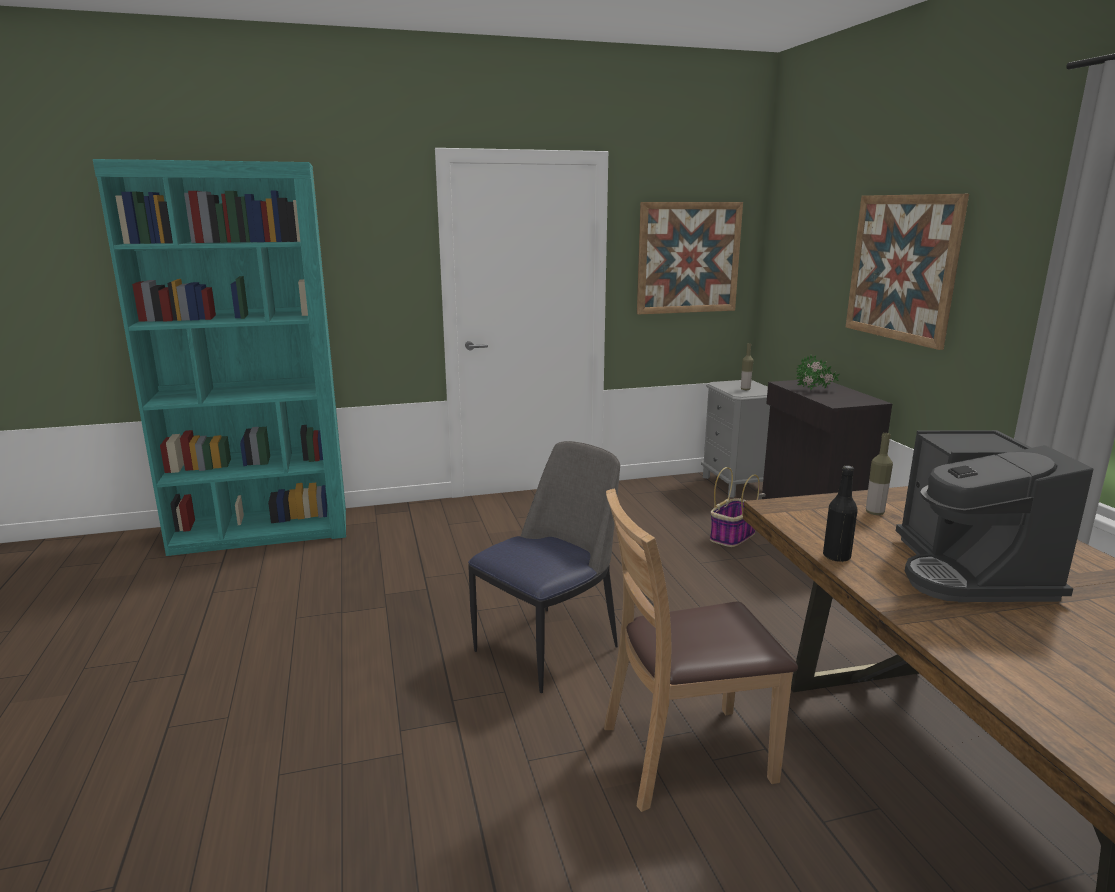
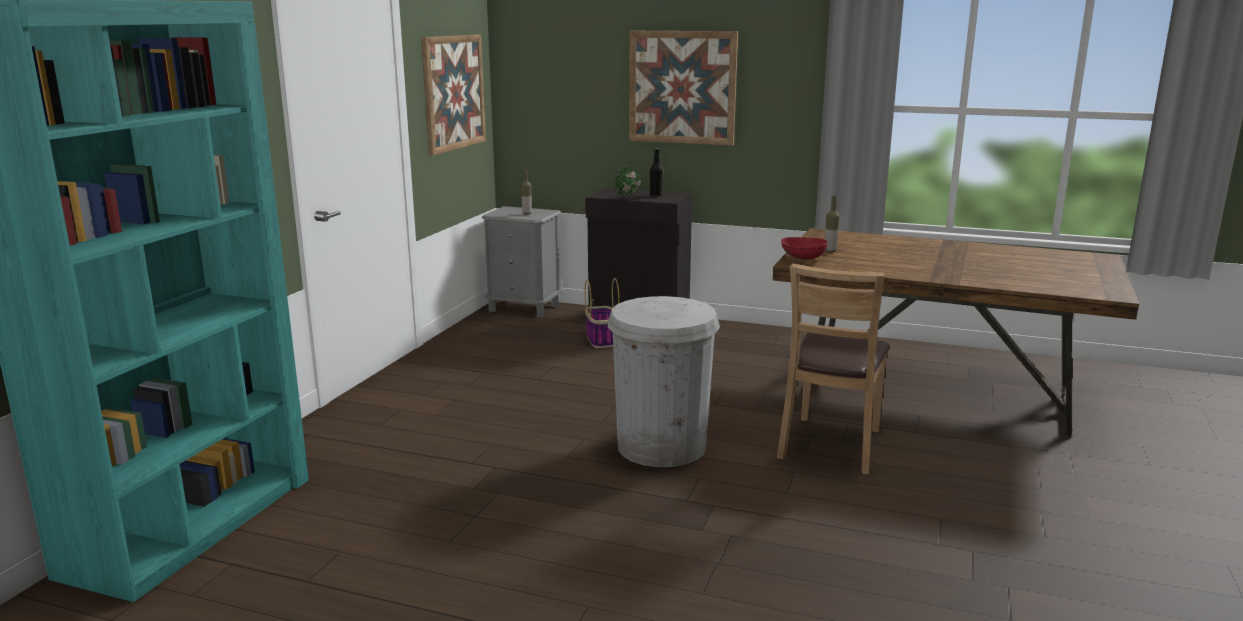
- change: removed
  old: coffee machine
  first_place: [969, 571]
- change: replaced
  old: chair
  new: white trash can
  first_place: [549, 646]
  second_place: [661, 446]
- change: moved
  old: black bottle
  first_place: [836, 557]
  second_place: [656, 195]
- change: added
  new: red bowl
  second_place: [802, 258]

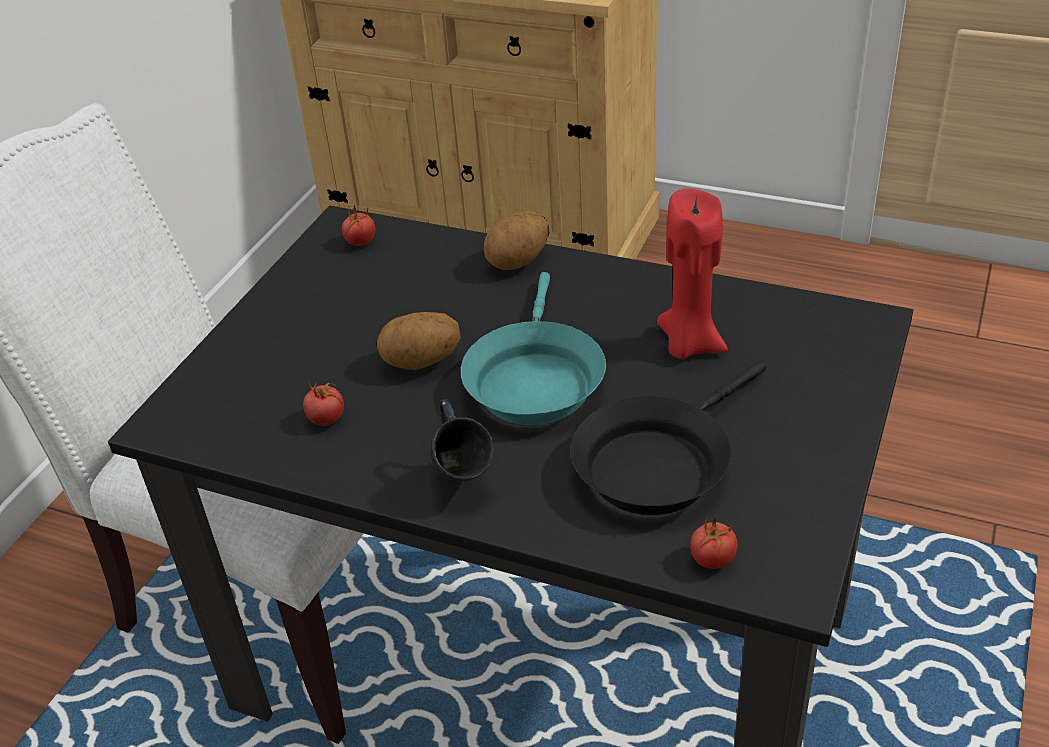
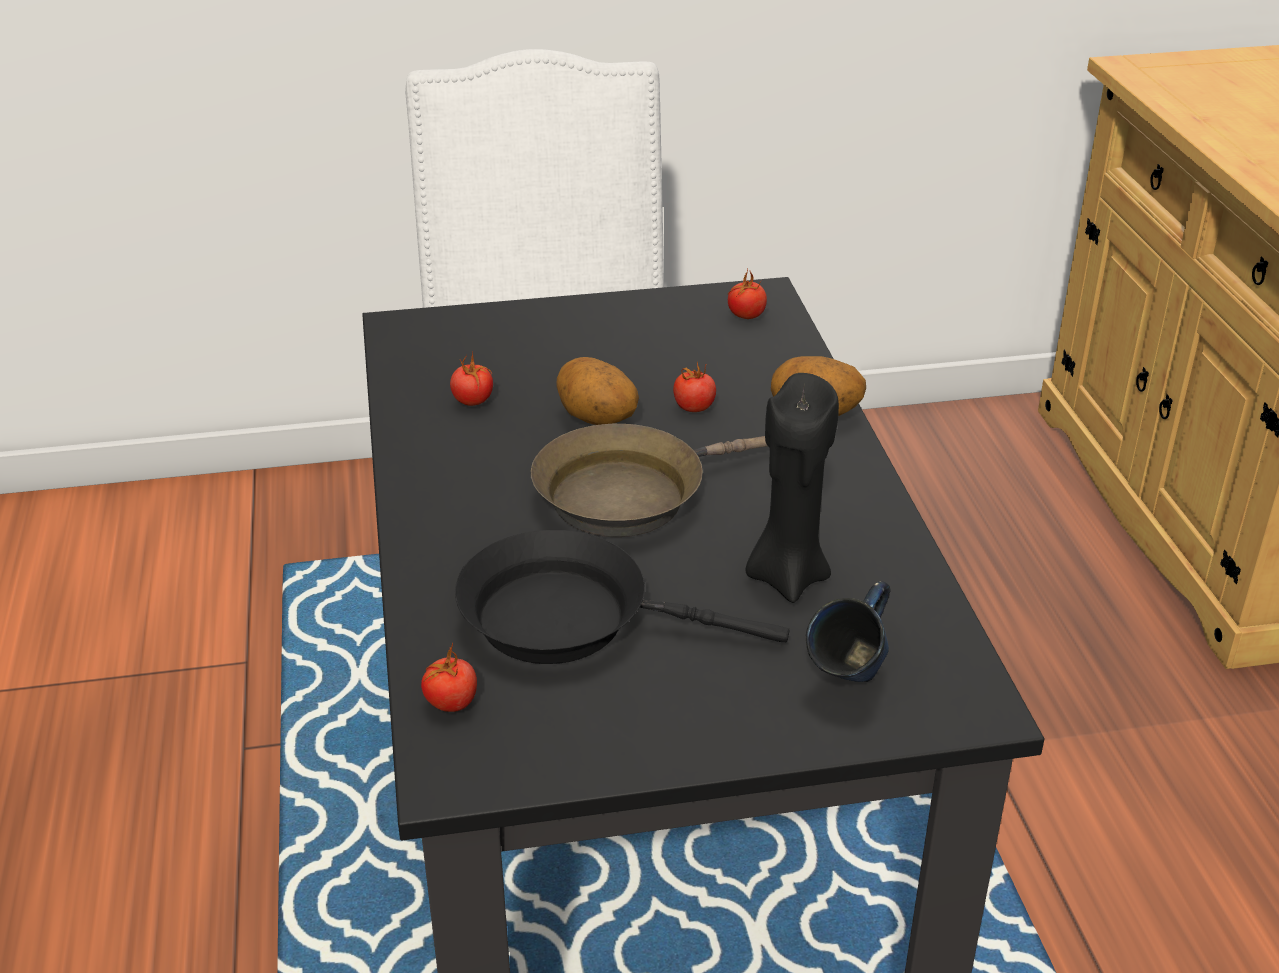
- change: recoloured
  old: red candle
  new: black candle
  first_place: [688, 344]
  second_place: [787, 576]
- change: recoloured
  old: turquoise frying pan
  new: brown frying pan
  first_place: [534, 379]
  second_place: [632, 494]
- change: moved
  old: blue mug
  first_place: [462, 482]
  second_place: [850, 684]
- change: added
  new: tomato
  second_place: [694, 408]

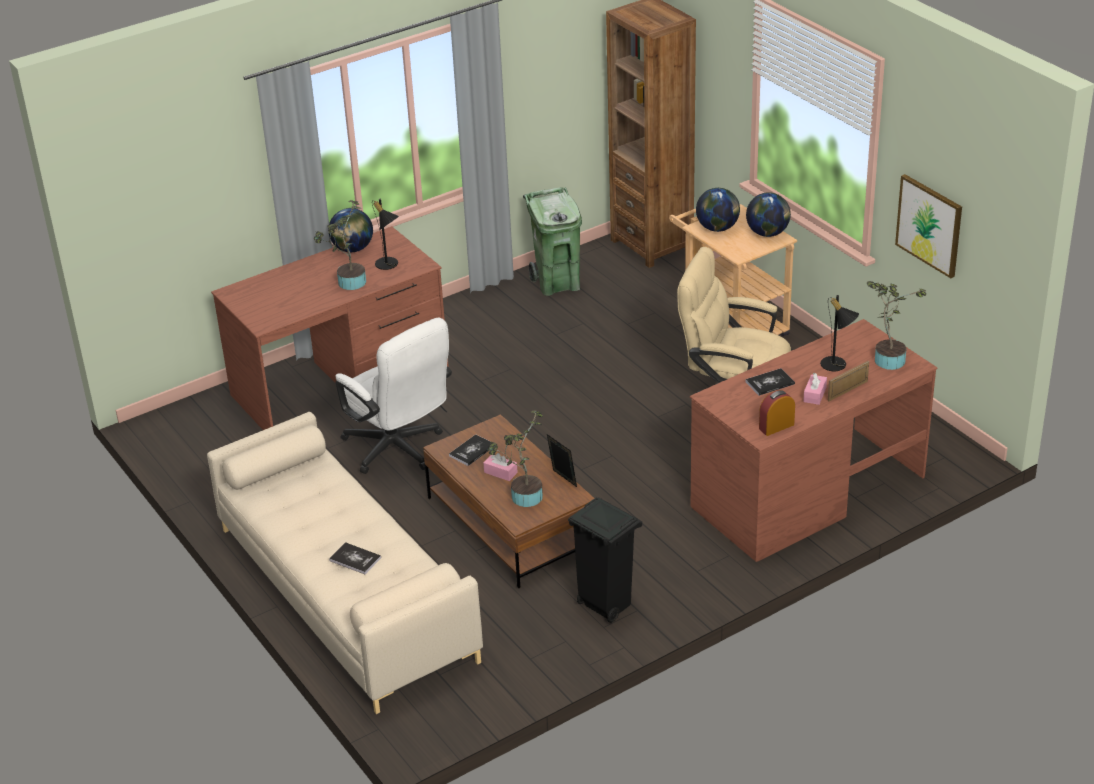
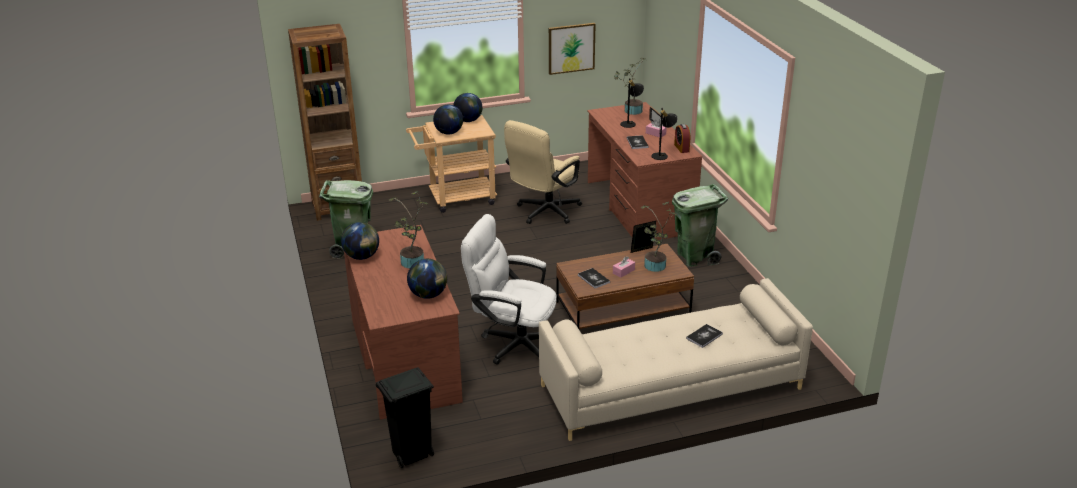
- change: moved
  old: black table lamp
  first_place: [389, 265]
  second_place: [662, 155]
- change: turned
  old: white office chair
  first_place: [399, 451]
  second_place: [513, 343]
  degrees: -135
- change: moved
  old: black trash can
  first_place: [605, 605]
  second_place: [411, 455]
- change: added
  new: green trash can
  second_place: [695, 257]
- change: added
  new: globe
  second_place: [428, 295]

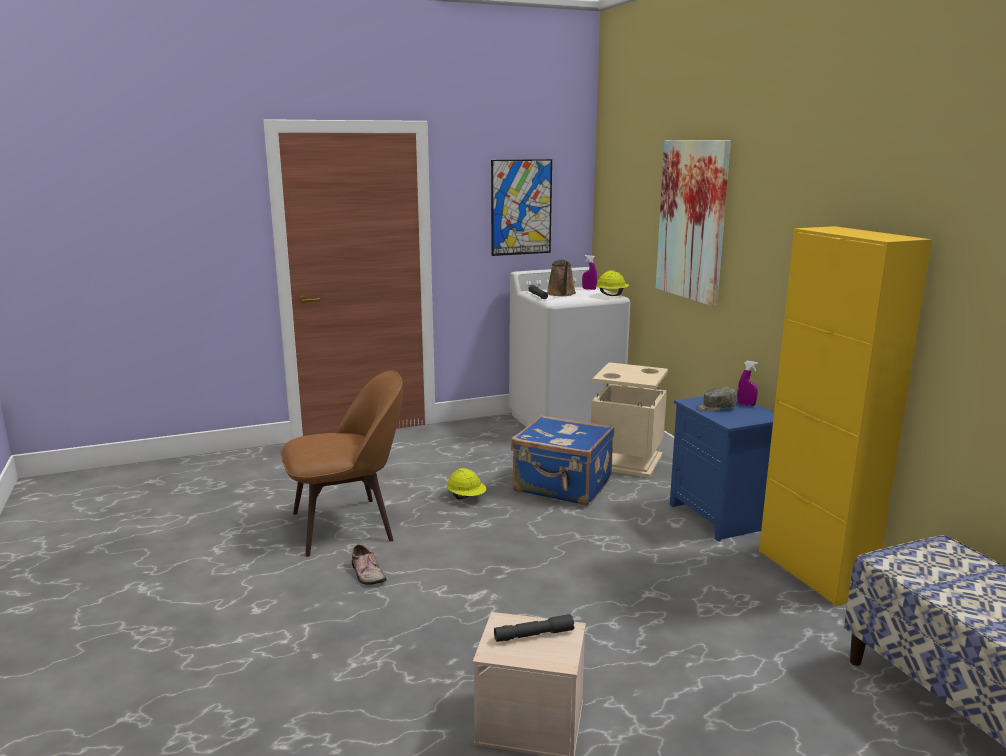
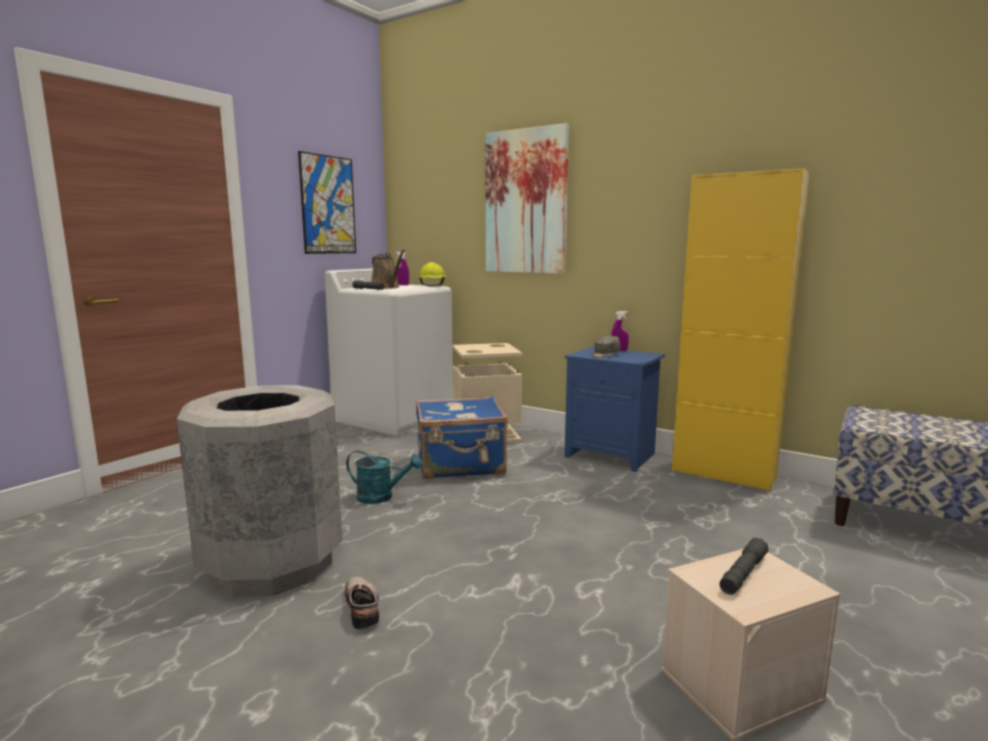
- change: replaced
  old: brown chair
  new: grey trash can
  first_place: [347, 525]
  second_place: [273, 563]
- change: replaced
  old: yellow hard hat
  new: turquoise watering can
  first_place: [466, 497]
  second_place: [381, 497]
- change: turned
  old: shoe
  first_place: [366, 574]
  second_place: [364, 607]
  degrees: -135

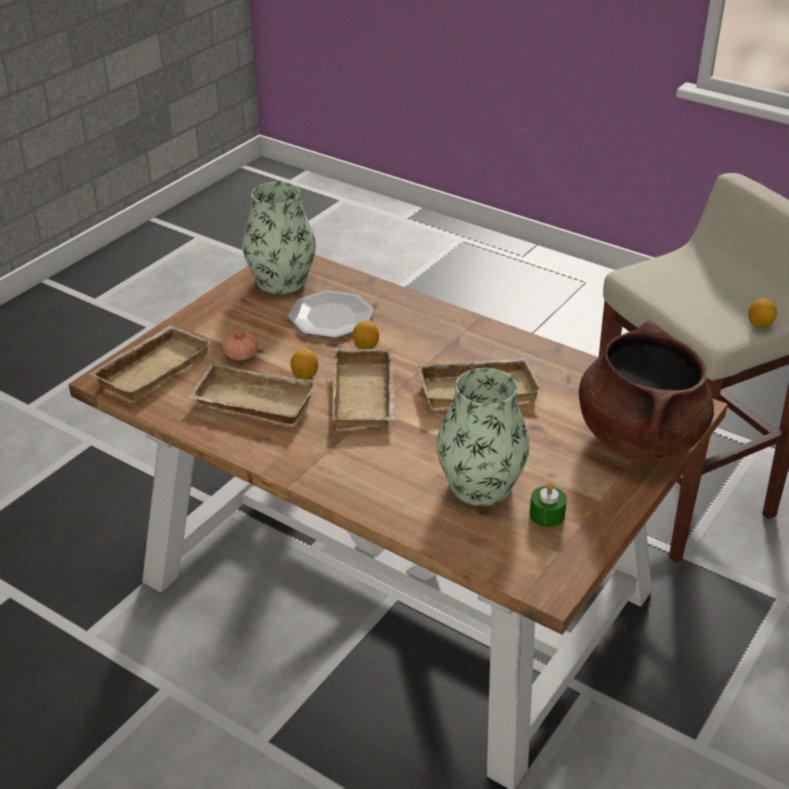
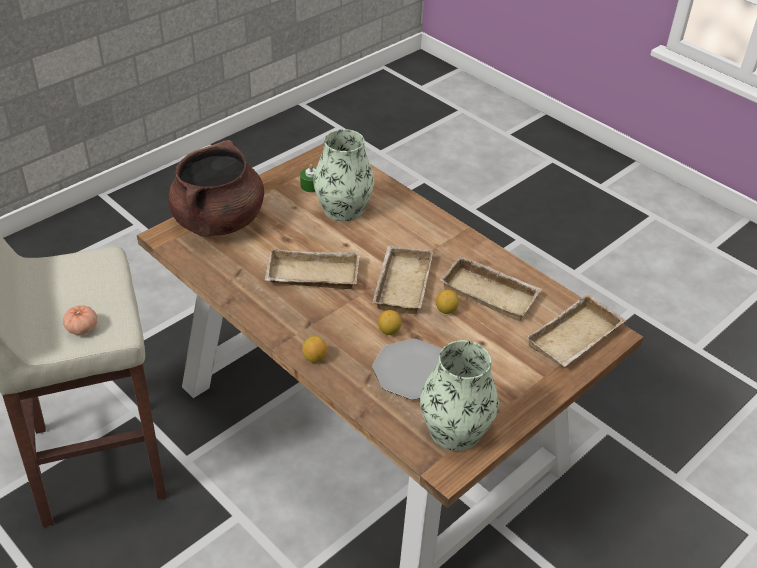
- change: moved
  old: lemon
  first_place: [760, 324]
  second_place: [314, 358]
- change: moved
  old: tomato
  first_place: [241, 355]
  second_place: [82, 328]

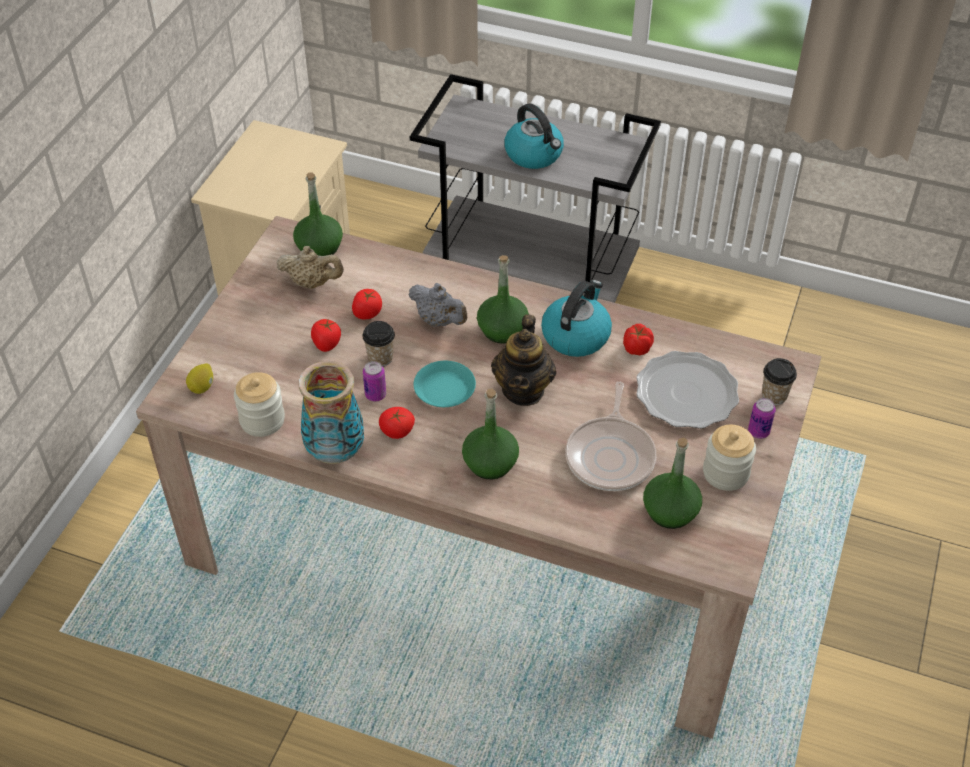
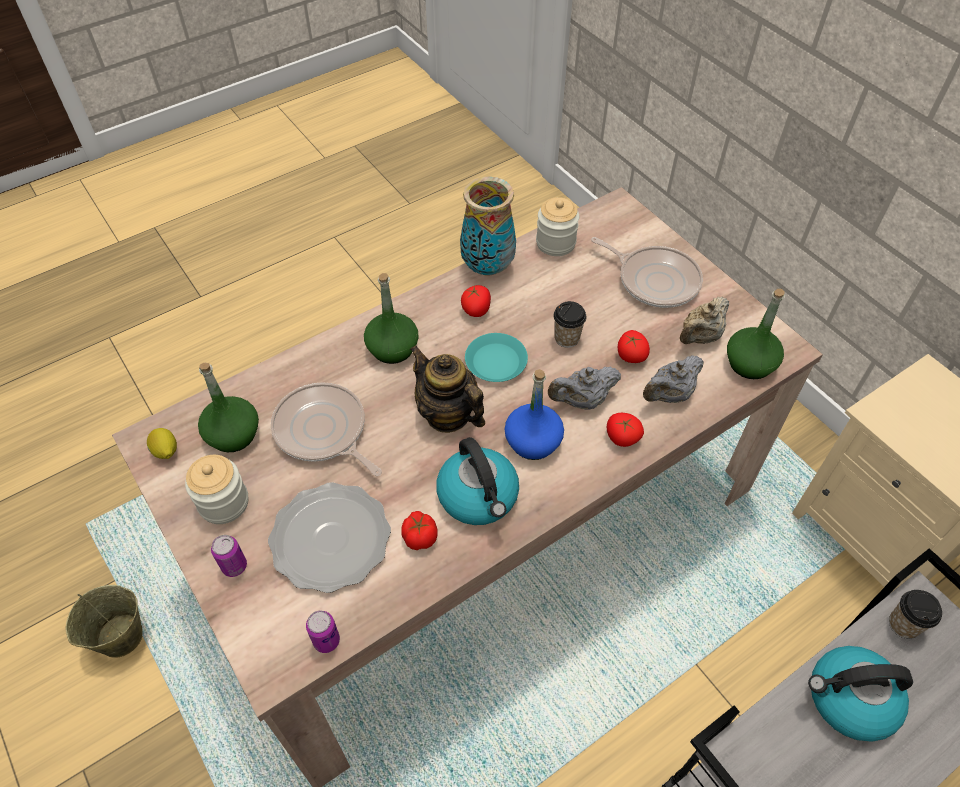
- change: recoloured
  old: green bottle
  new: blue bottle
  first_place: [502, 330]
  second_place: [533, 442]
- change: moved
  old: tomato
  first_place: [326, 344]
  second_place: [621, 438]
- change: moved
  old: cup
  first_place: [774, 396]
  second_place: [903, 624]
- change: moved
  old: can
  first_place: [375, 395]
  second_place: [326, 640]
- change: moved
  old: lemon
  first_place: [202, 387]
  second_place: [166, 451]
- change: added
  new: frying pan
  second_place: [655, 280]
- change: added
  new: grey teapot
  second_place: [669, 395]
- change: added
  new: beige bucket
  second_place: [119, 636]

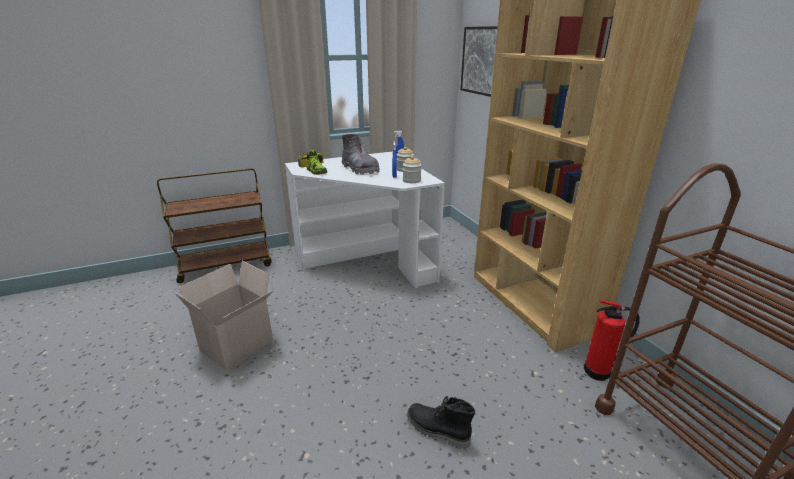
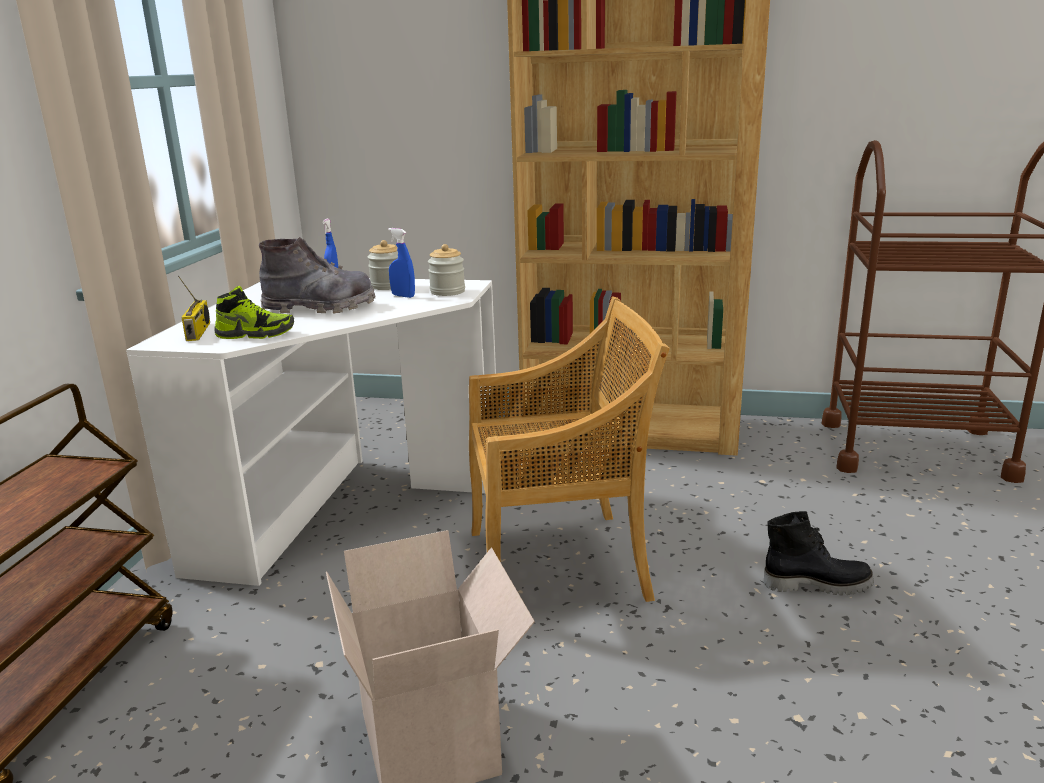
- change: removed
  old: picture
  first_place: [482, 61]
- change: removed
  old: fire extinguisher
  first_place: [599, 371]
- change: turned
  old: black boot
  first_place: [437, 431]
  second_place: [816, 584]
  degrees: -150
- change: added
  new: beige chair
  second_place: [560, 563]

